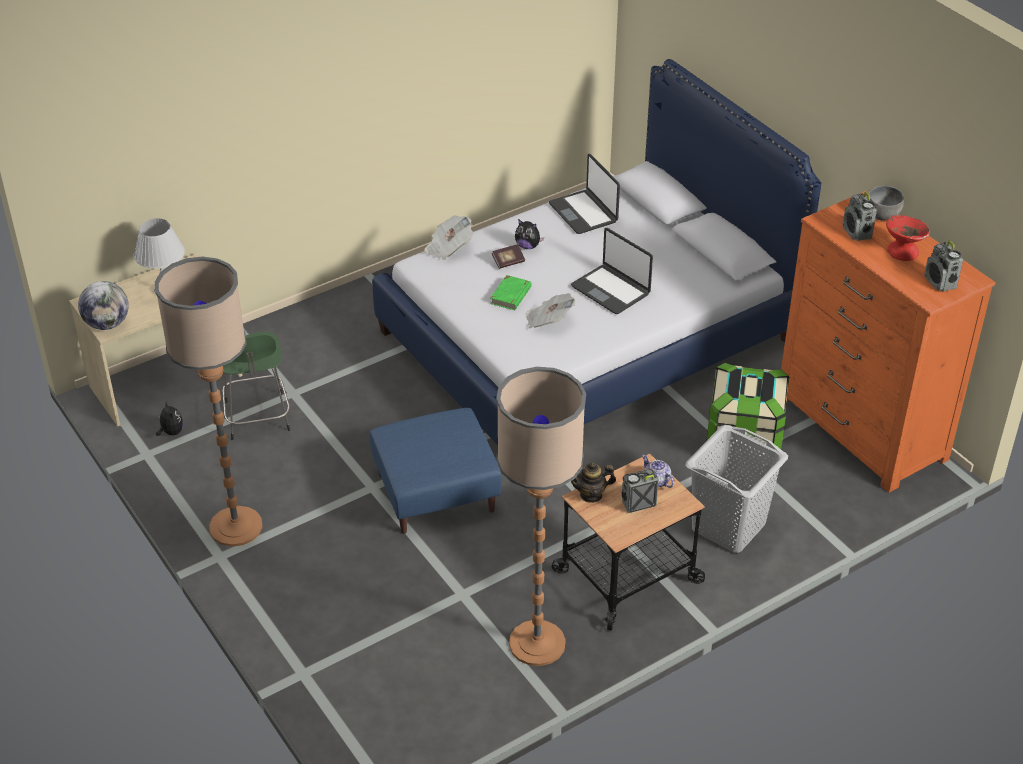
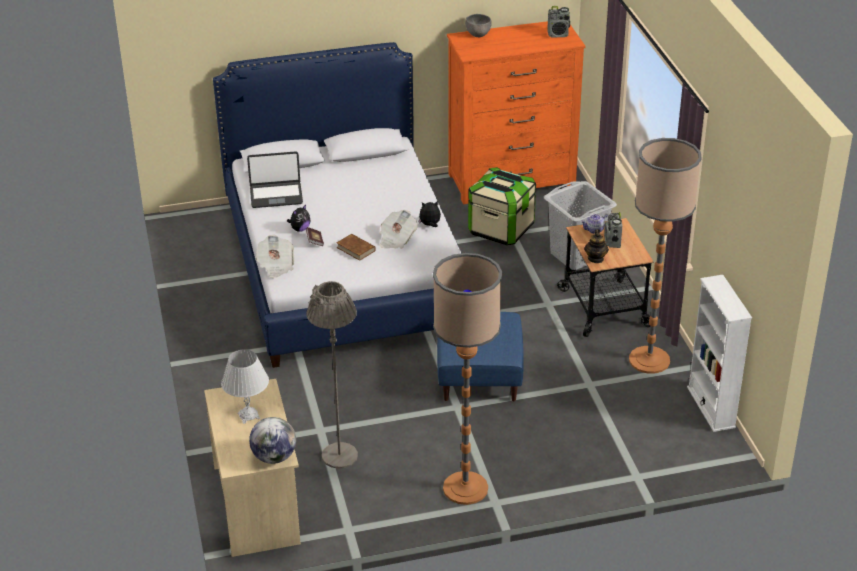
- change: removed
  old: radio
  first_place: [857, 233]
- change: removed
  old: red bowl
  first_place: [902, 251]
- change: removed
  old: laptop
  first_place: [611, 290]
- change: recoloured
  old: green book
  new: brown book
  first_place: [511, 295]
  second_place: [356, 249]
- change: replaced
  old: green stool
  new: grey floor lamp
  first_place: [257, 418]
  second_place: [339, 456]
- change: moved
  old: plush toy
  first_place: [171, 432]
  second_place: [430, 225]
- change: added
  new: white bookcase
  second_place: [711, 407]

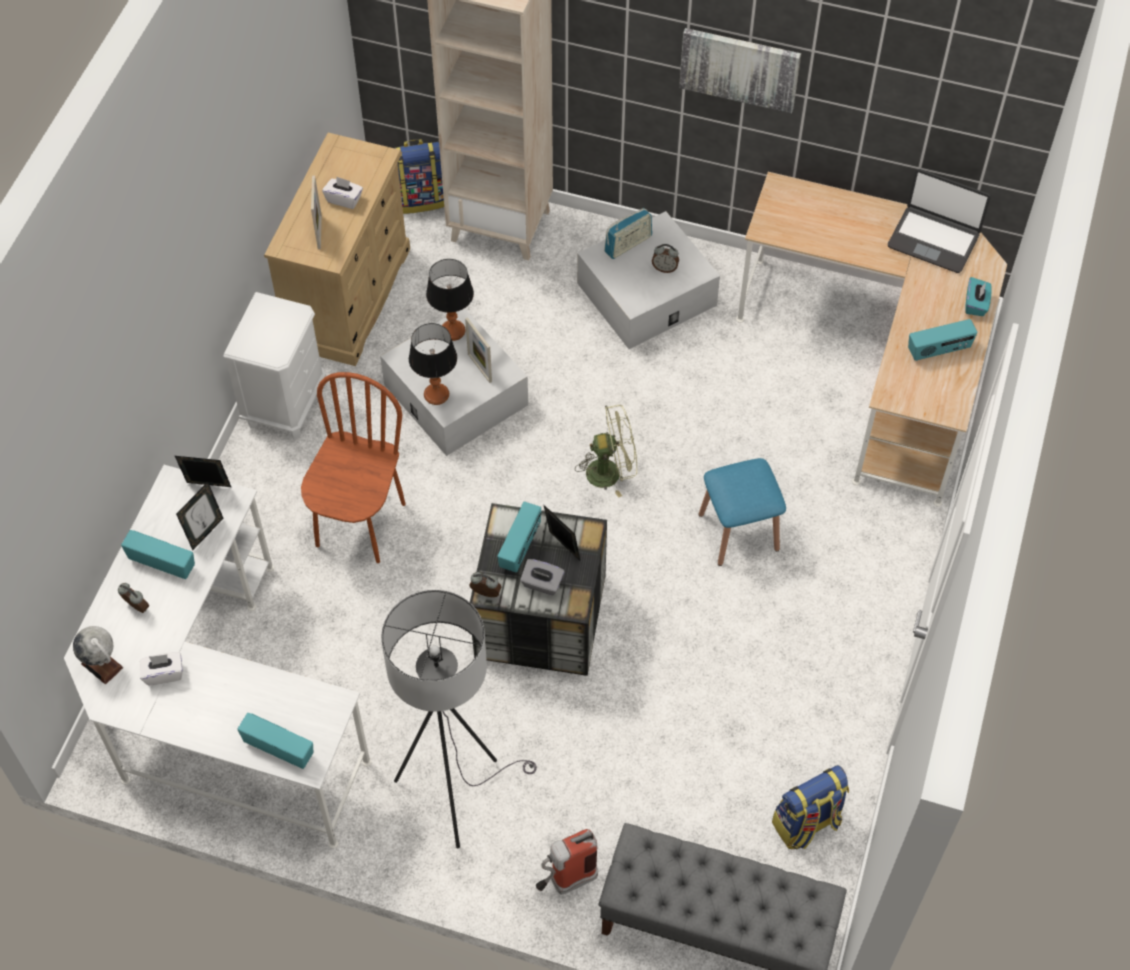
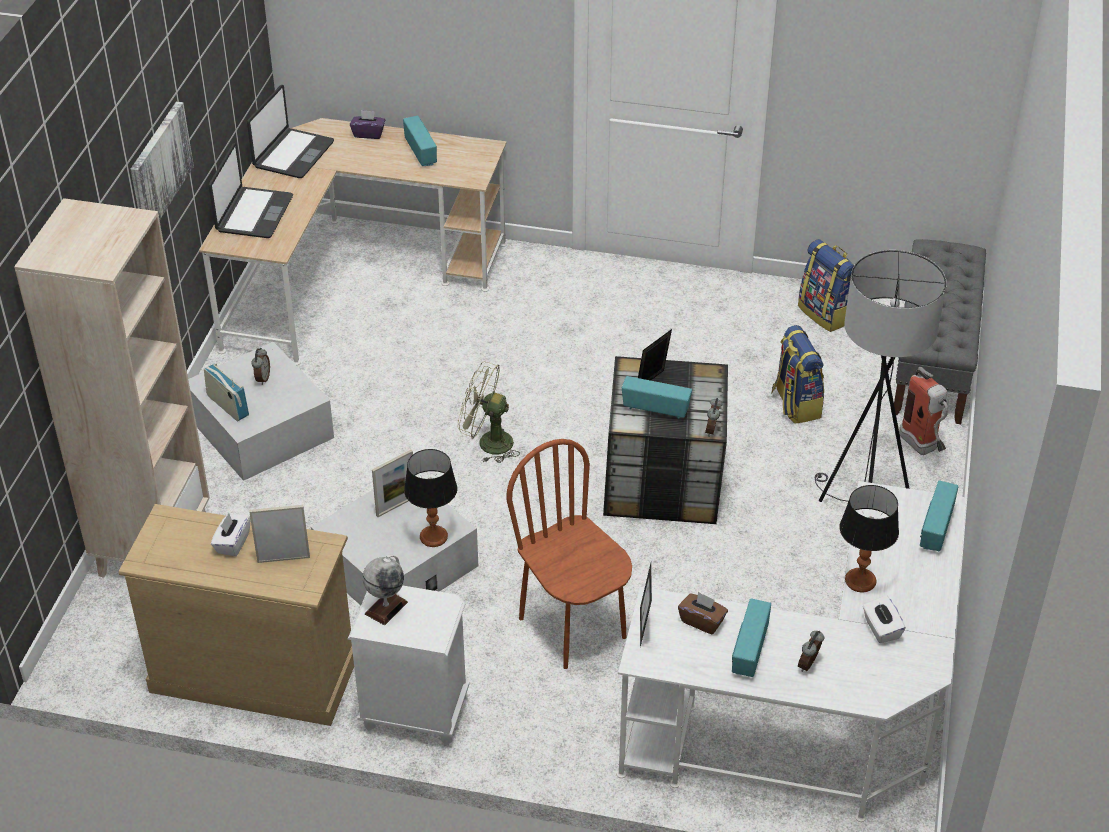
- change: moved
  old: backpack
  first_place: [420, 199]
  second_place: [795, 404]
- change: moved
  old: table lamp
  first_place: [453, 331]
  second_place: [860, 581]
- change: recoloured
  old: turquoise tissue box
  new: purple tissue box
  first_place: [976, 304]
  second_place: [368, 134]
- change: turned
  old: brown chair
  first_place: [360, 524]
  second_place: [573, 627]
  degrees: 45
- change: turned
  old: green fan
  first_place: [611, 471]
  second_place: [487, 442]
  degrees: -60
- change: removed
  old: blue stool
  first_place: [738, 531]
- change: replaced
  old: picture frame
  new: brown tissue box
  first_place: [205, 532]
  second_place: [702, 621]
- change: removed
  old: grey tissue box
  first_place: [542, 584]
- change: moved
  old: globe
  first_place: [102, 665]
  second_place: [386, 607]
- change: added
  new: laptop
  second_place: [253, 214]

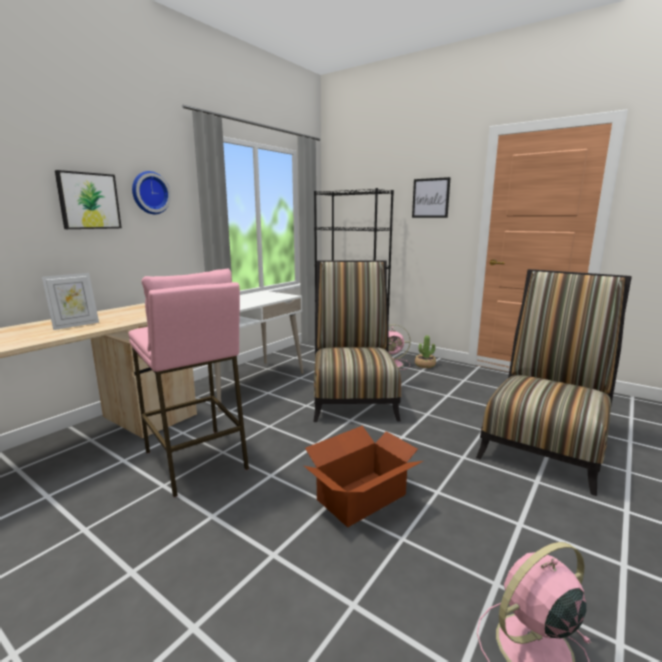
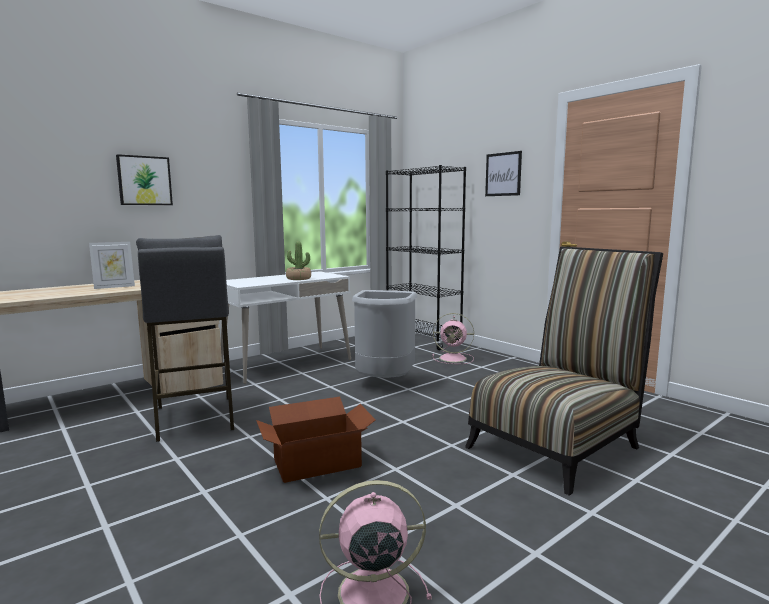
- change: removed
  old: wall clock
  first_place: [149, 193]
- change: replaced
  old: chair
  new: grey trash can
  first_place: [353, 397]
  second_place: [384, 383]
- change: recoloured
  old: pink stool
  new: grey stool
  first_place: [196, 460]
  second_place: [194, 418]
- change: moved
  old: potted plant
  first_place: [425, 365]
  second_place: [298, 279]

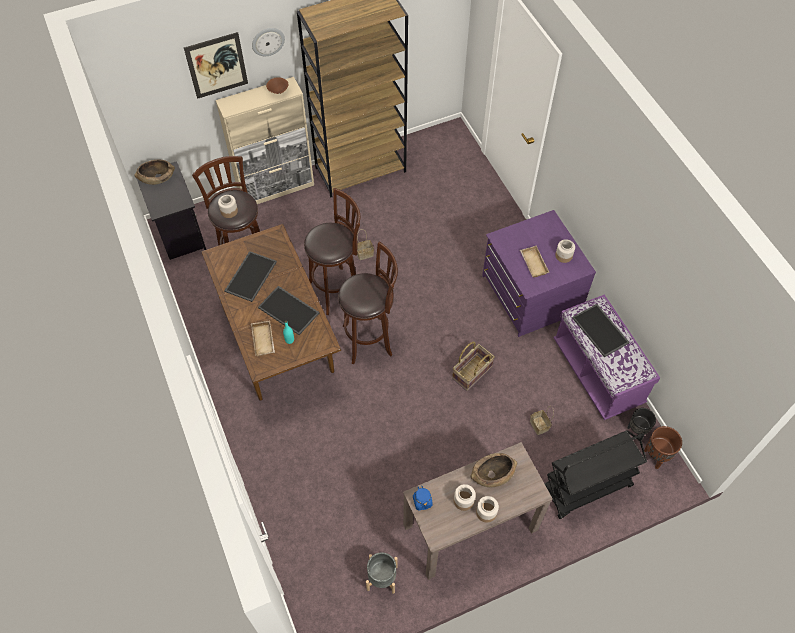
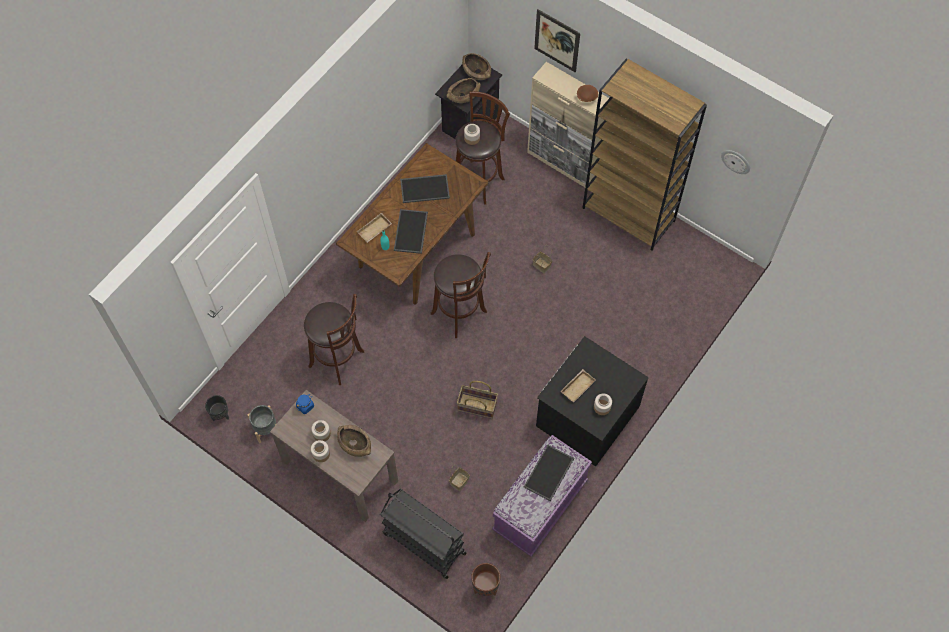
- change: moved
  old: wall clock
  first_place: [268, 41]
  second_place: [736, 161]
- change: moved
  old: brown stool
  first_place: [337, 289]
  second_place: [339, 360]
- change: recoloured
  old: purple dresser
  new: black dresser
  first_place: [529, 294]
  second_place: [586, 415]
- change: moved
  old: black planter
  first_place: [637, 431]
  second_place: [220, 415]
- change: added
  new: brown bowl
  second_place: [463, 96]

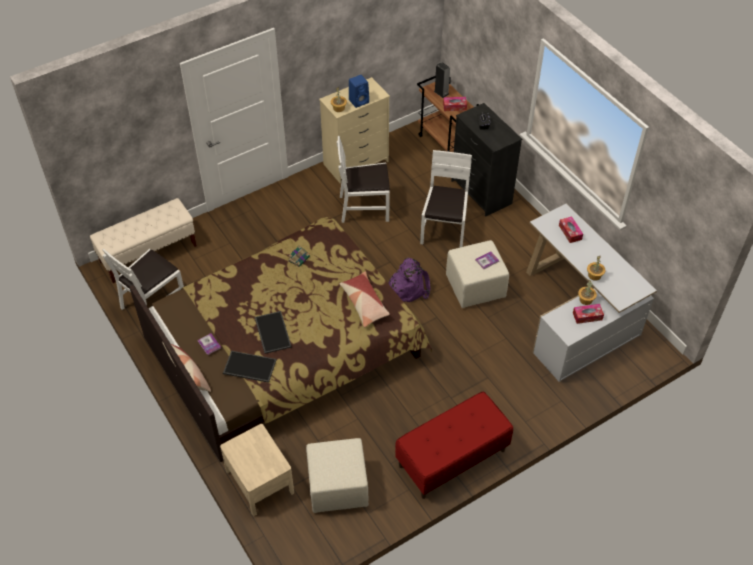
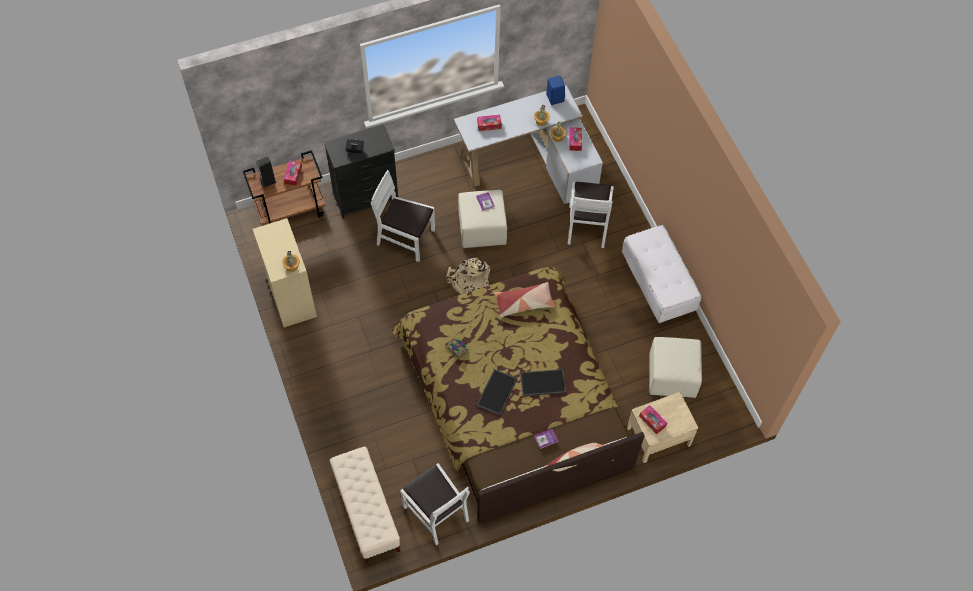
- change: moved
  old: blue speaker
  first_place: [359, 101]
  second_place: [554, 97]
- change: moved
  old: white chair
  first_place: [364, 207]
  second_place: [587, 226]
- change: recoloured
  old: purple backpack
  new: beige backpack
  first_place: [409, 286]
  second_place: [469, 282]
- change: moved
  old: tray
  first_place: [249, 367]
  second_place: [497, 393]
- change: recoloured
  old: red bench
  new: white bench
  first_place: [452, 458]
  second_place: [657, 287]
- change: added
  new: tissue box
  second_place: [652, 421]

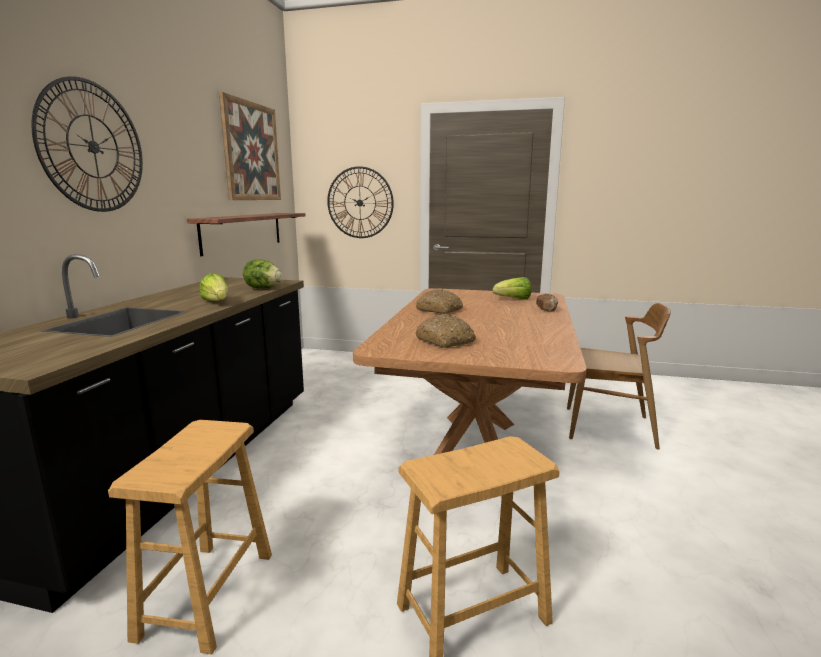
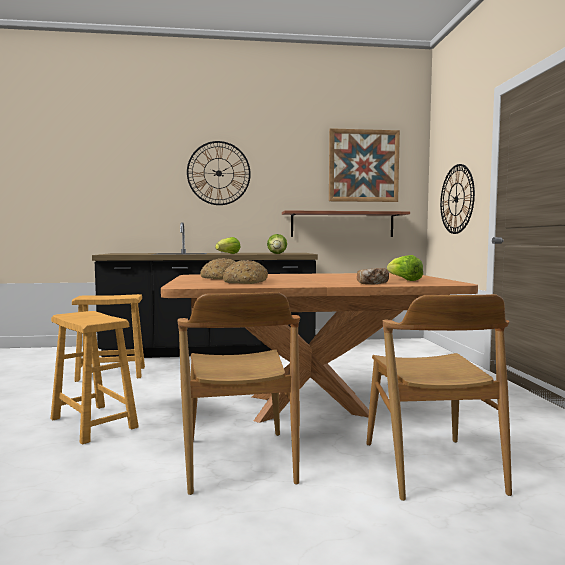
- change: moved
  old: bread
  first_place: [439, 310]
  second_place: [246, 282]
- change: added
  new: brown chair
  second_place: [238, 461]

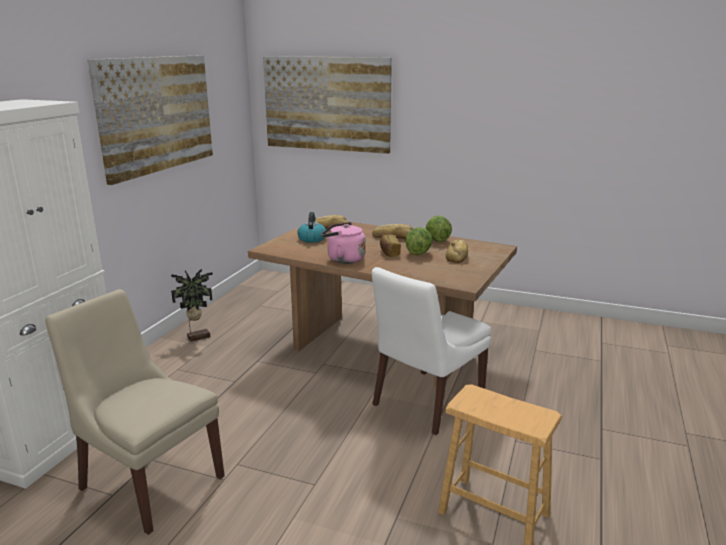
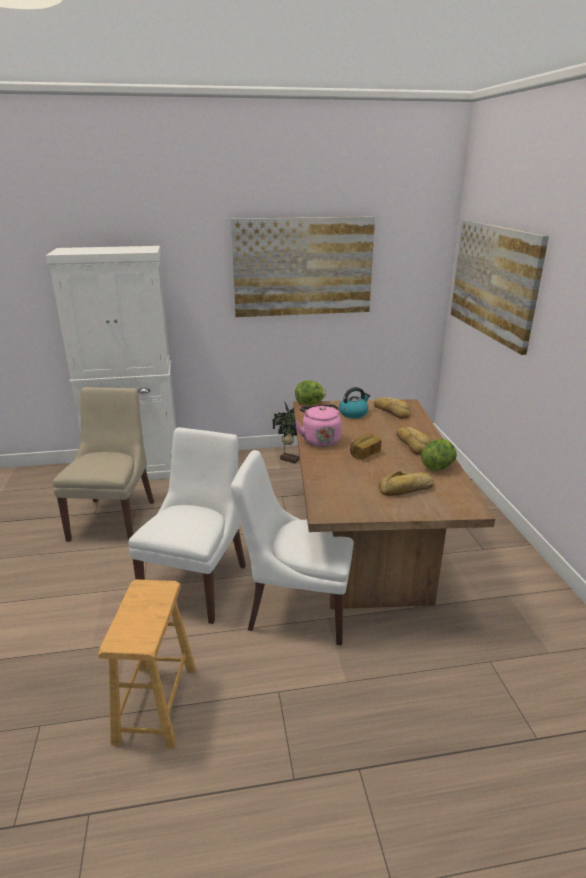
- change: moved
  old: lettuce
  first_place: [418, 253]
  second_place: [310, 403]
- change: added
  new: white chair
  second_place: [197, 583]

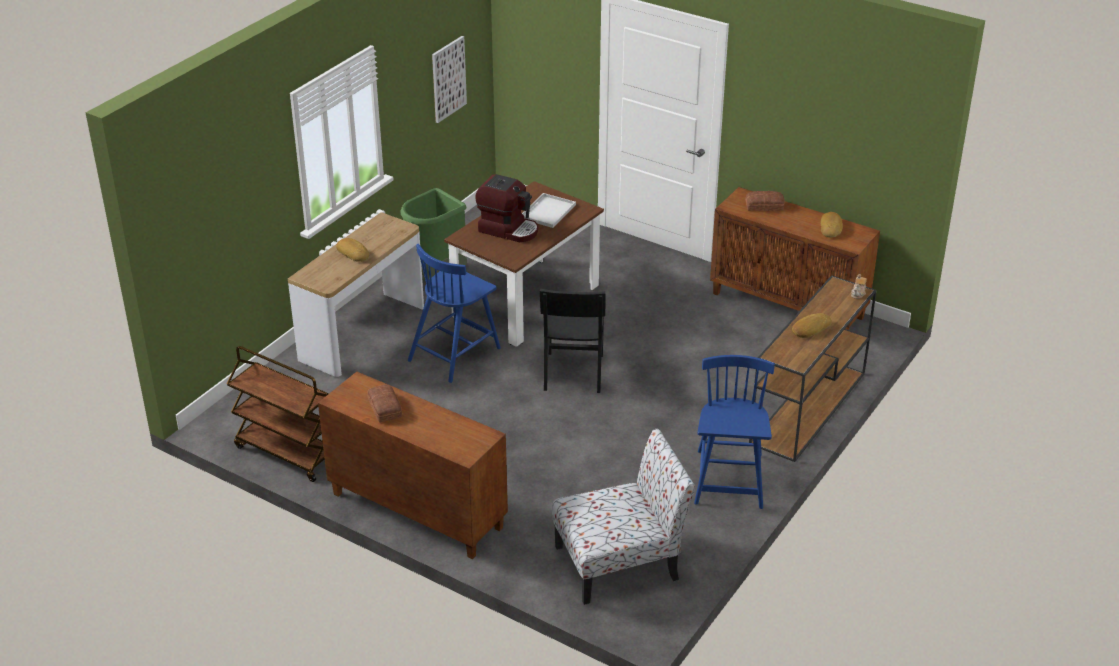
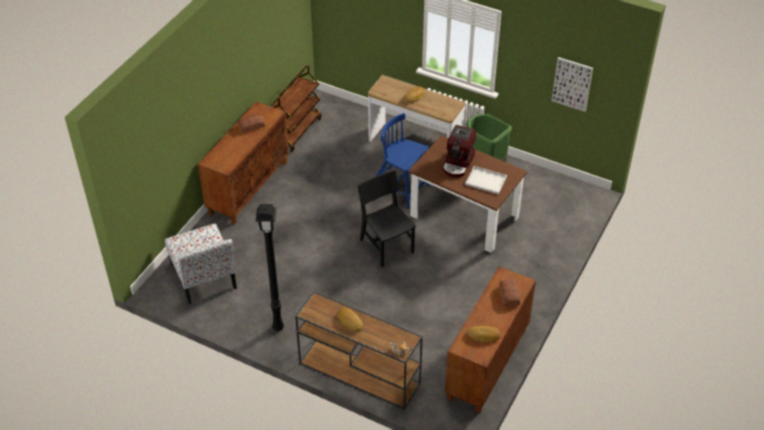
- change: turned
  old: black chair
  first_place: [573, 372]
  second_place: [386, 246]
  degrees: 60
- change: replaced
  old: blue chair
  new: black floor lamp
  first_place: [729, 480]
  second_place: [279, 328]

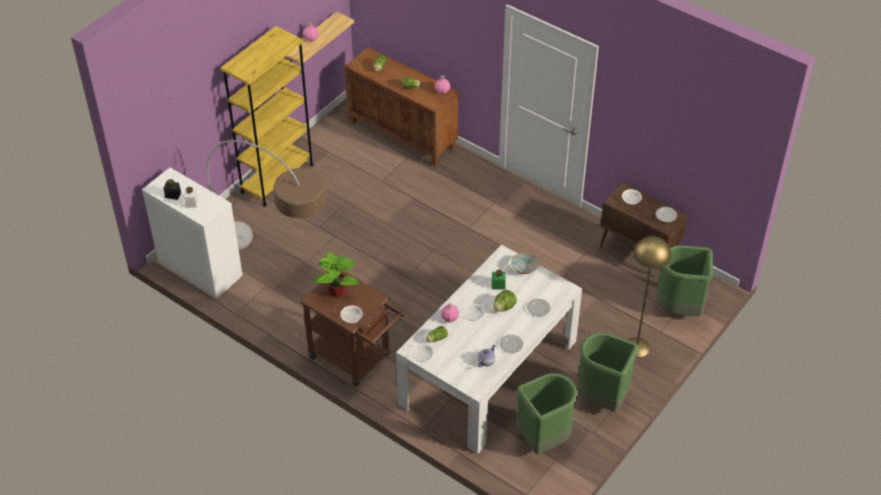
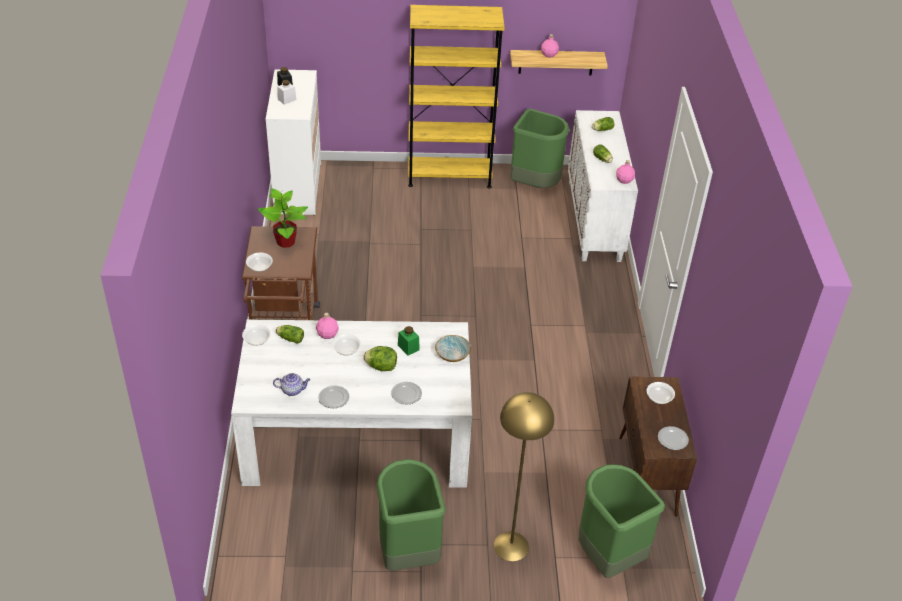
- change: recoloured
  old: brown cabinet
  new: white cabinet
  first_place: [403, 135]
  second_place: [595, 221]
- change: removed
  old: floor lamp
  first_place: [277, 256]
- change: moved
  old: green trash can
  first_place: [543, 439]
  second_place: [534, 184]

